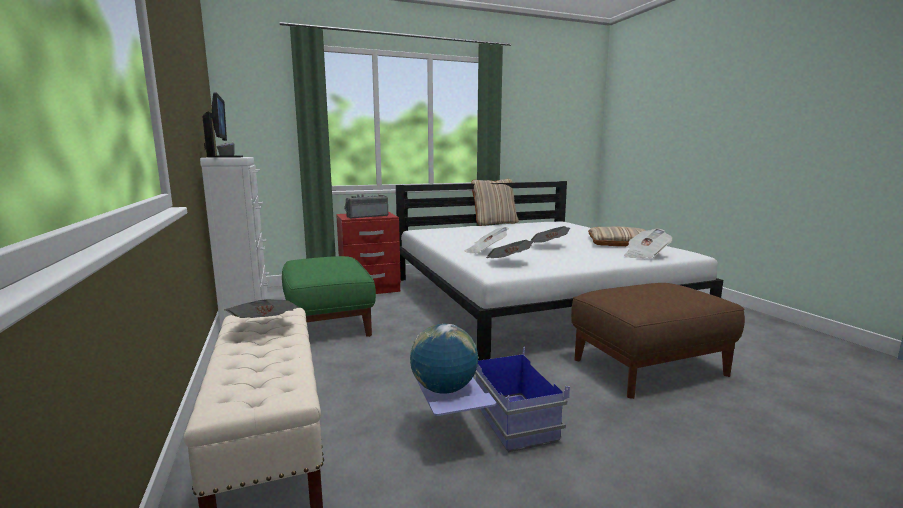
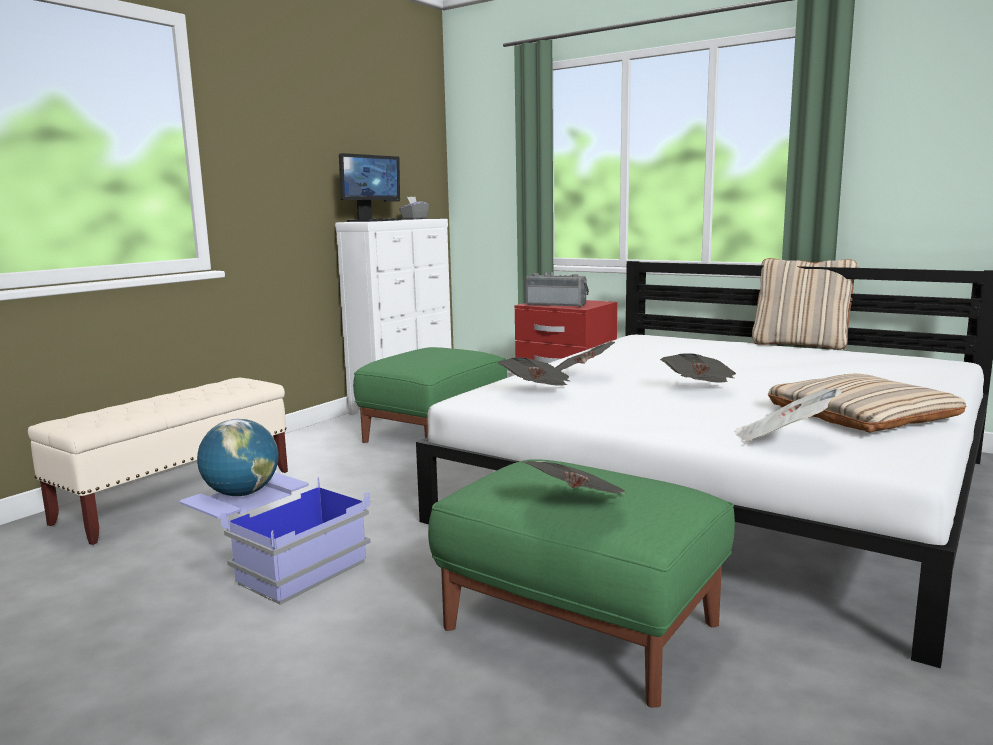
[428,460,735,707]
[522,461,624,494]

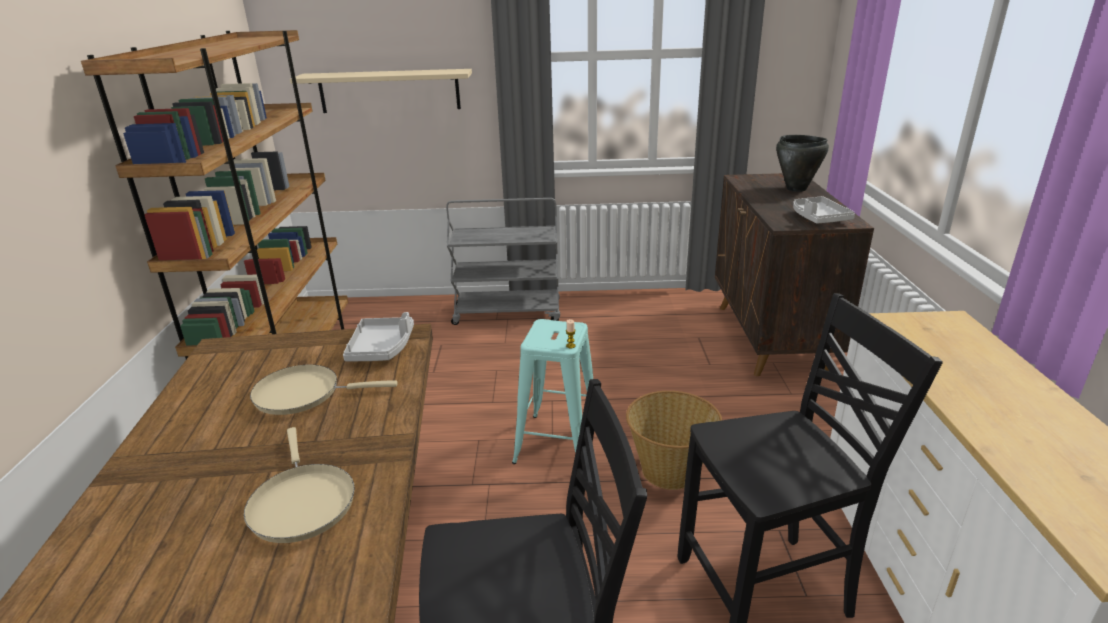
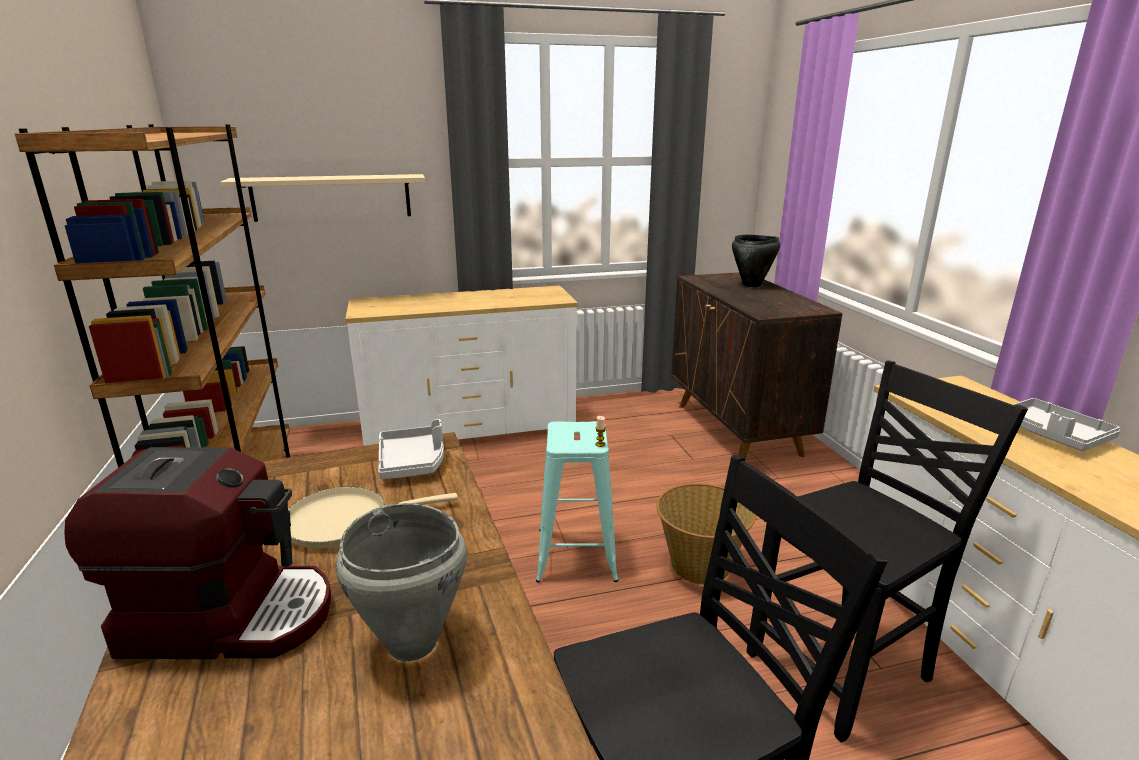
[64,447,331,659]
[336,503,467,661]
[345,286,578,446]
[1012,398,1121,451]

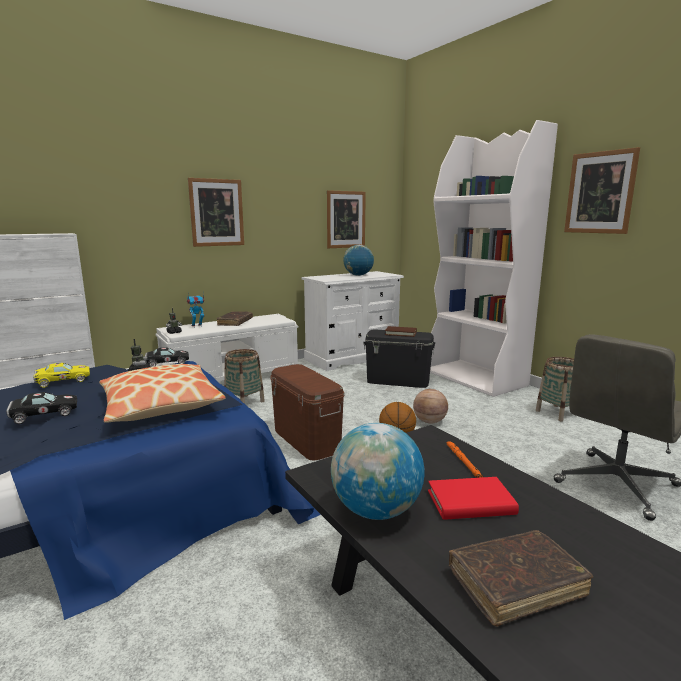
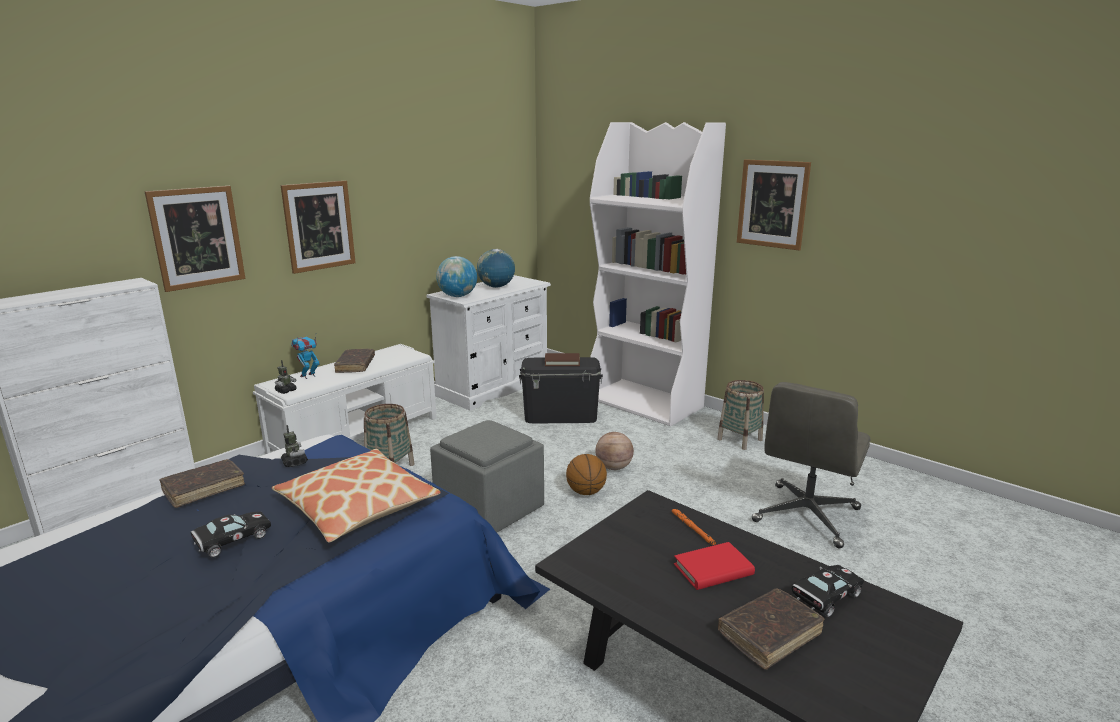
[145,186,245,292]
[159,459,245,508]
[430,420,544,532]
[436,256,477,297]
[791,565,864,617]

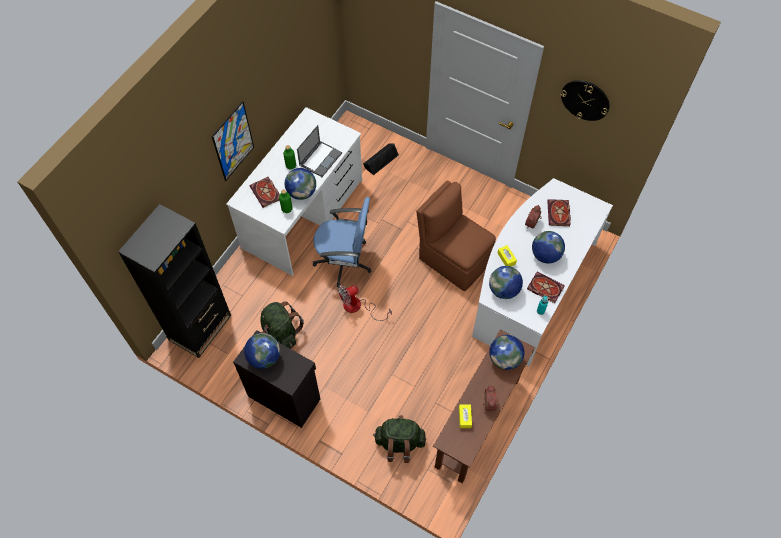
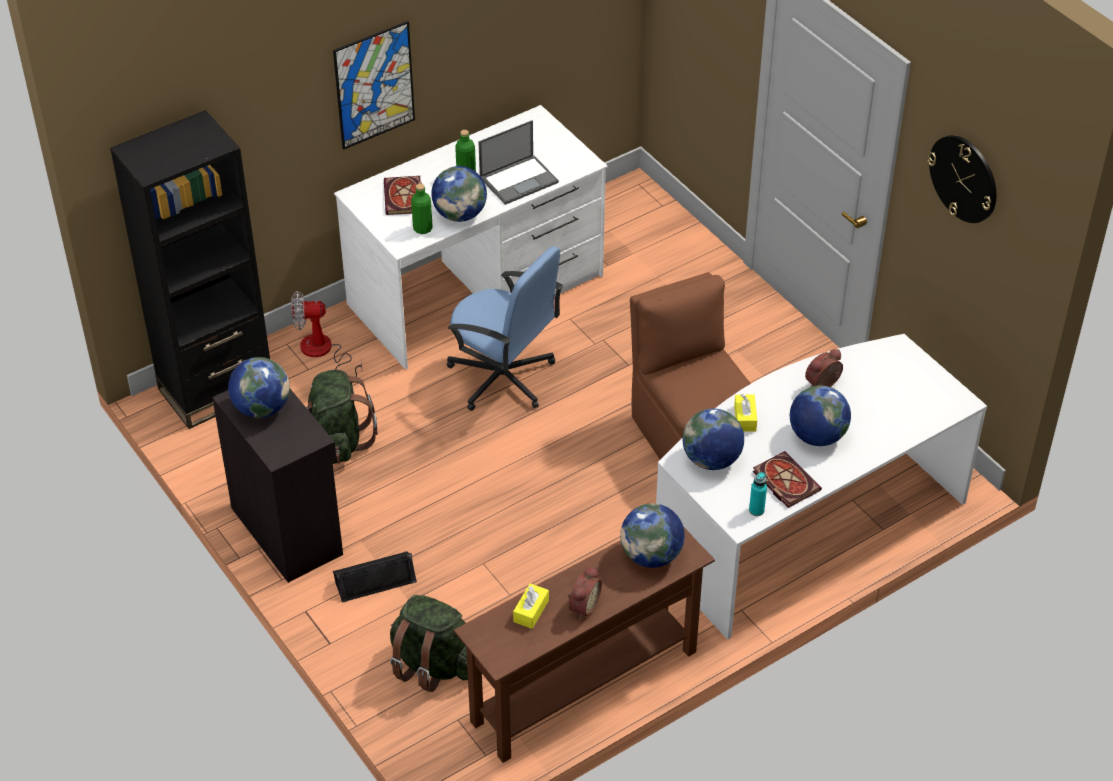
[291,291,362,383]
[333,551,417,603]
[547,199,571,226] (first image)

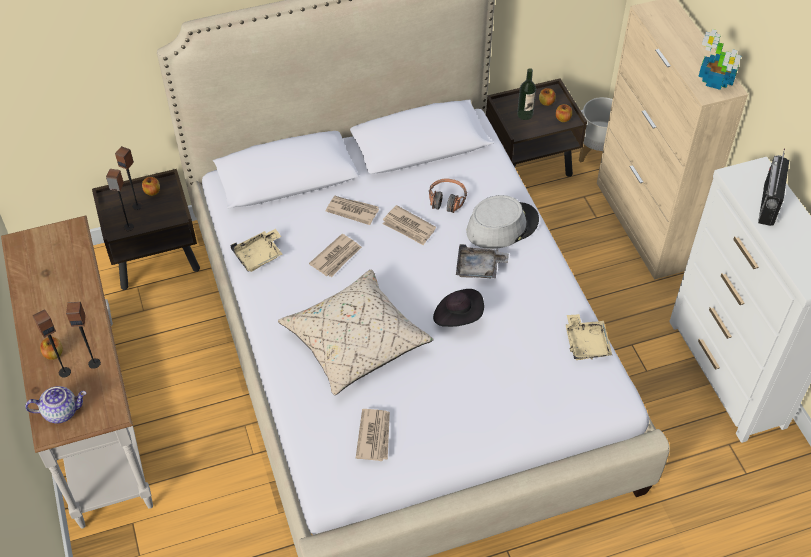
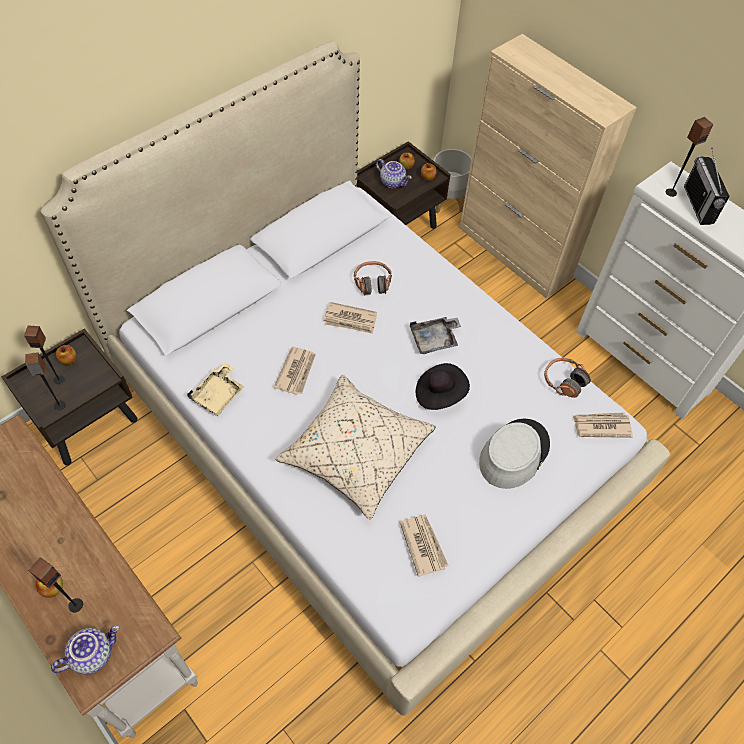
[376,159,412,188]
[479,419,550,489]
[544,358,591,398]
[573,412,633,438]
[666,117,713,197]
[698,29,741,90] (first image)

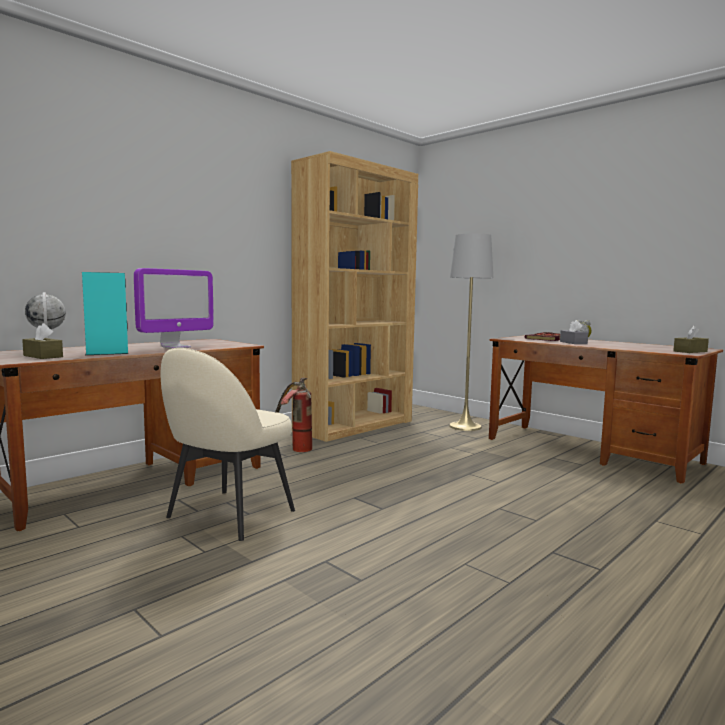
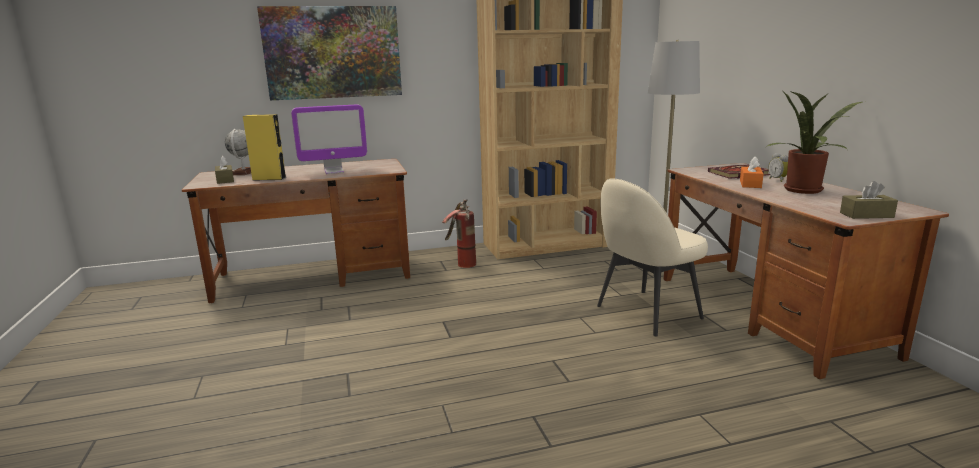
[243,114,287,181]
[257,6,402,100]
[597,179,708,337]
[740,156,763,188]
[766,90,862,194]

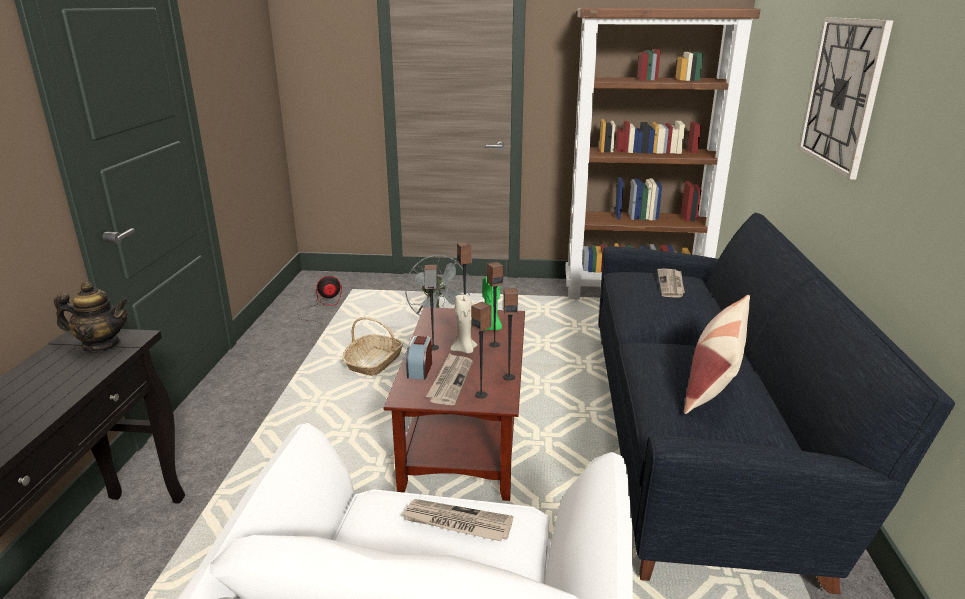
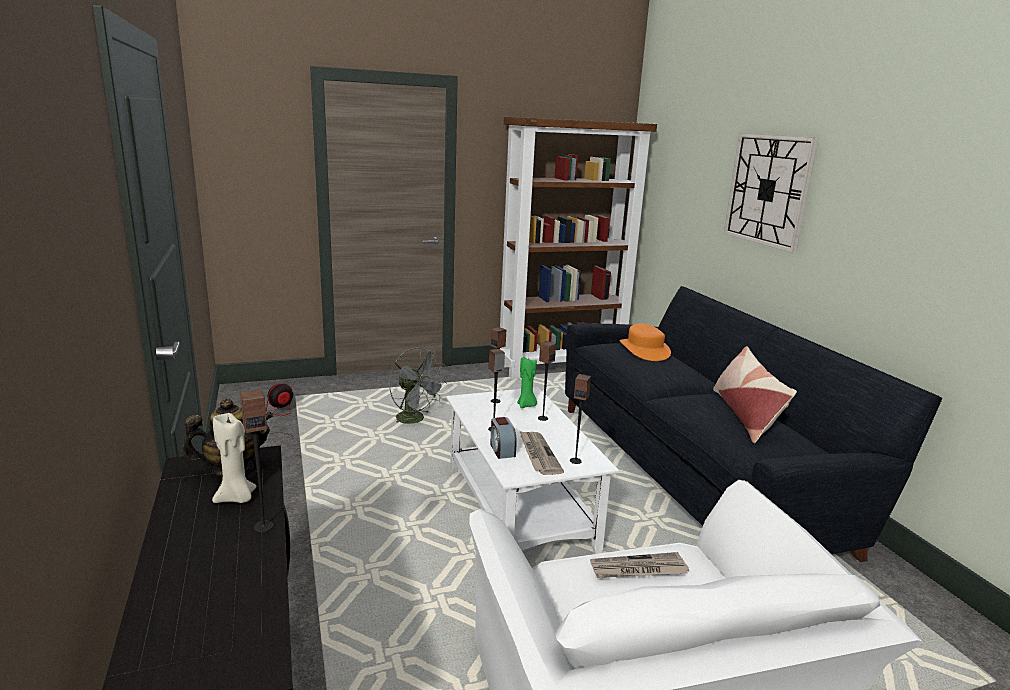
[212,413,257,503]
[240,390,274,532]
[446,387,619,554]
[619,323,671,361]
[342,317,403,376] (first image)

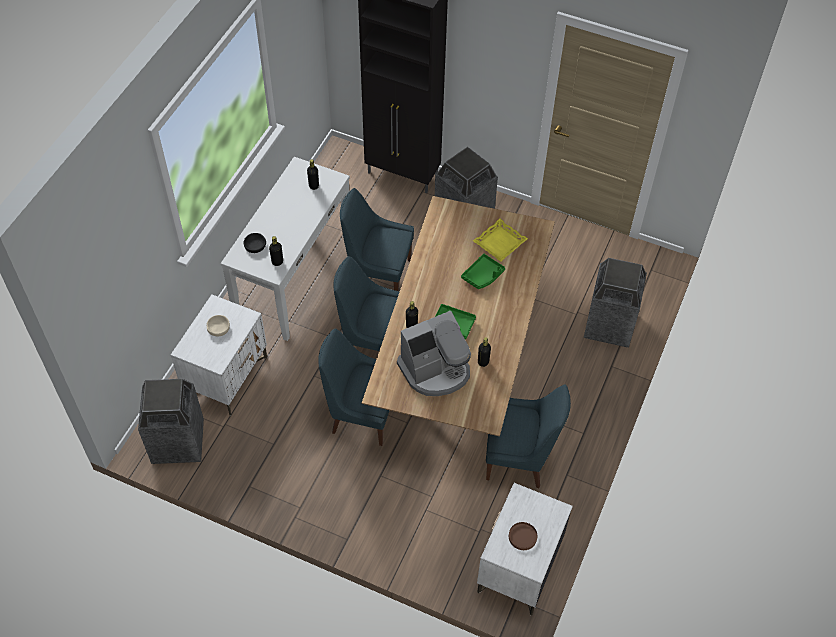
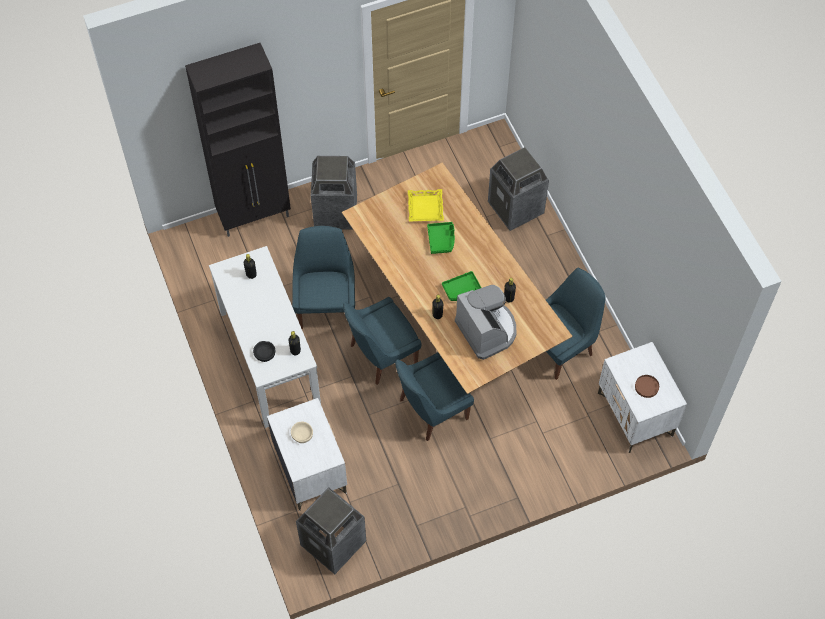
[292,226,355,329]
[455,285,516,360]

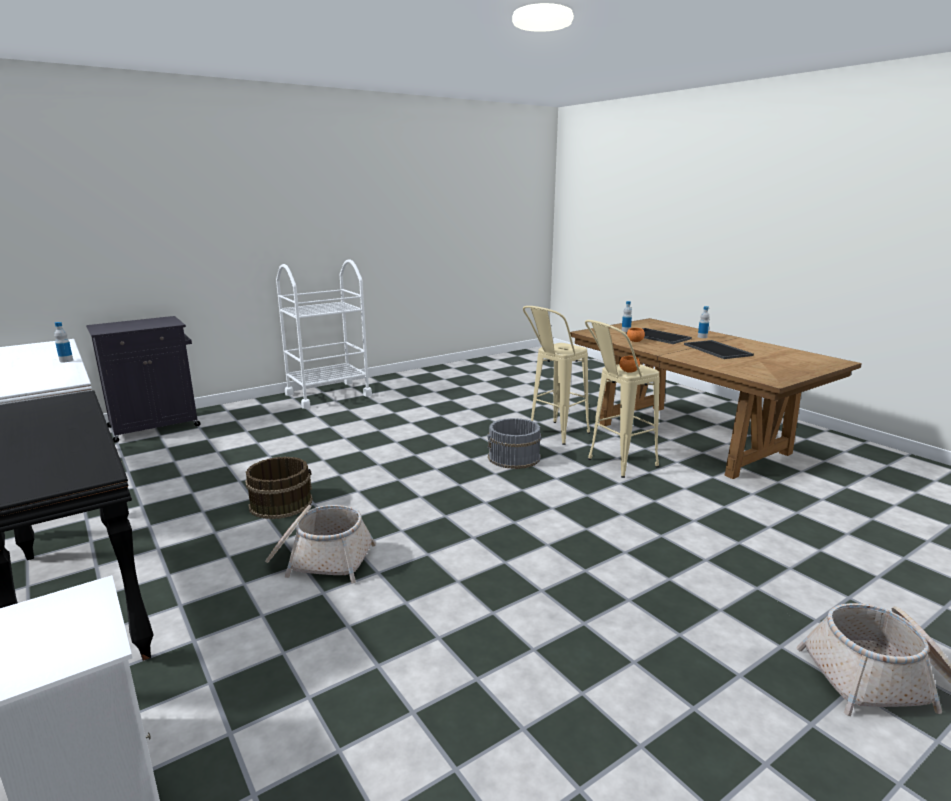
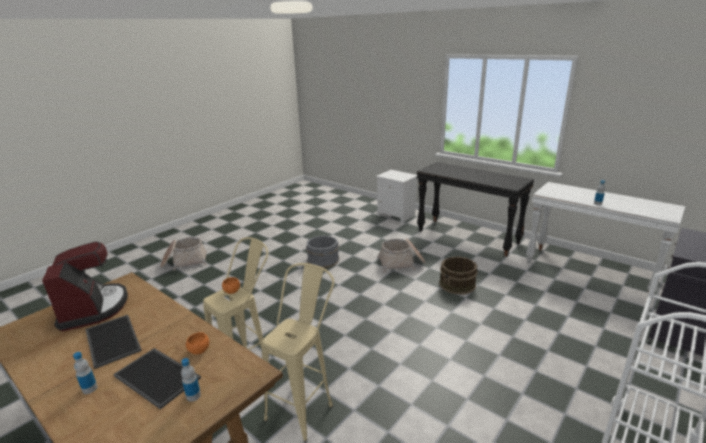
[42,241,128,331]
[306,236,339,268]

